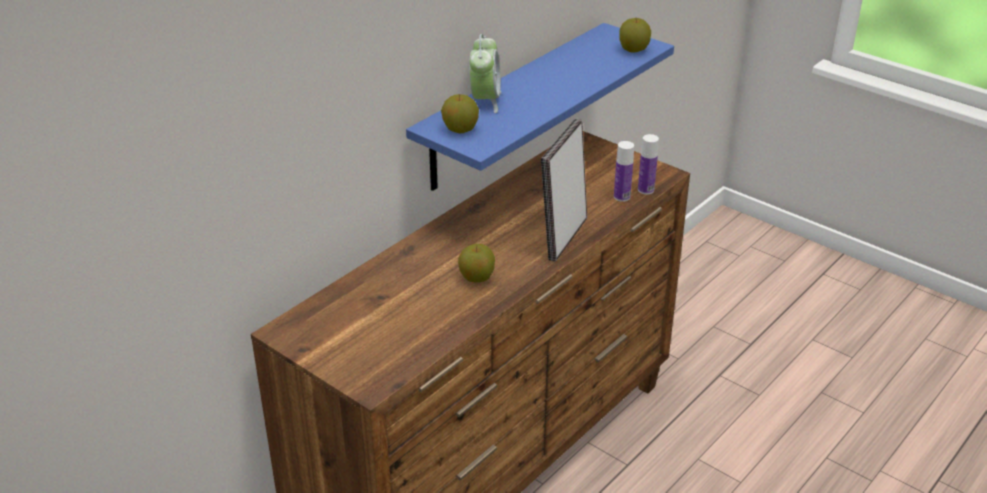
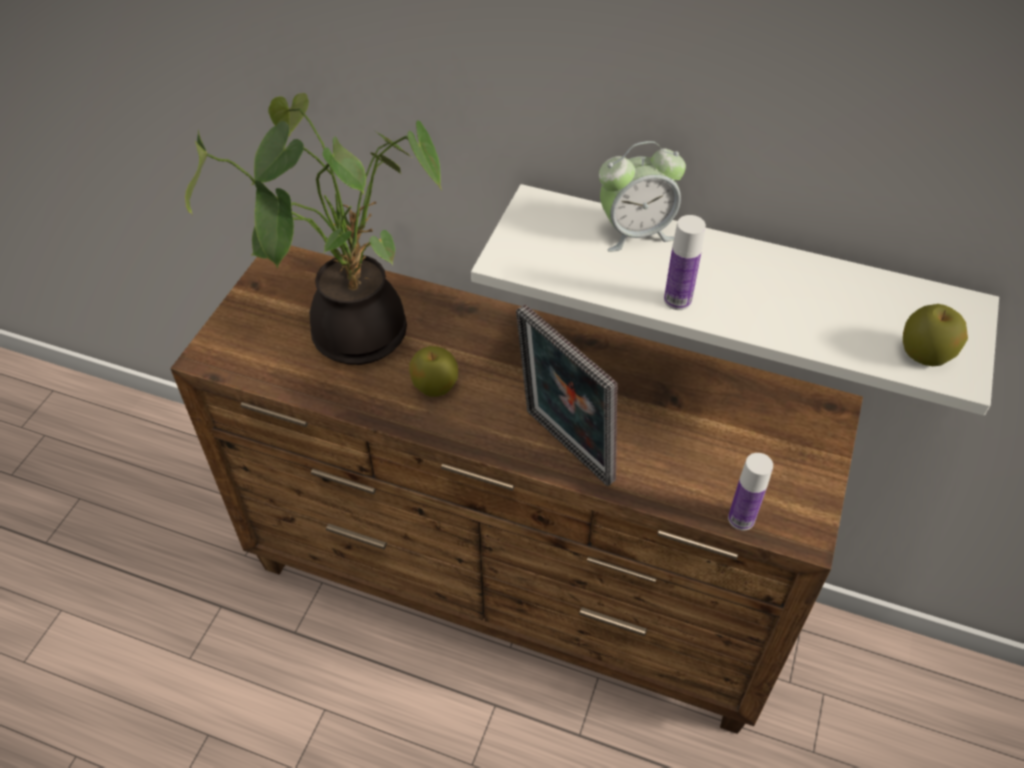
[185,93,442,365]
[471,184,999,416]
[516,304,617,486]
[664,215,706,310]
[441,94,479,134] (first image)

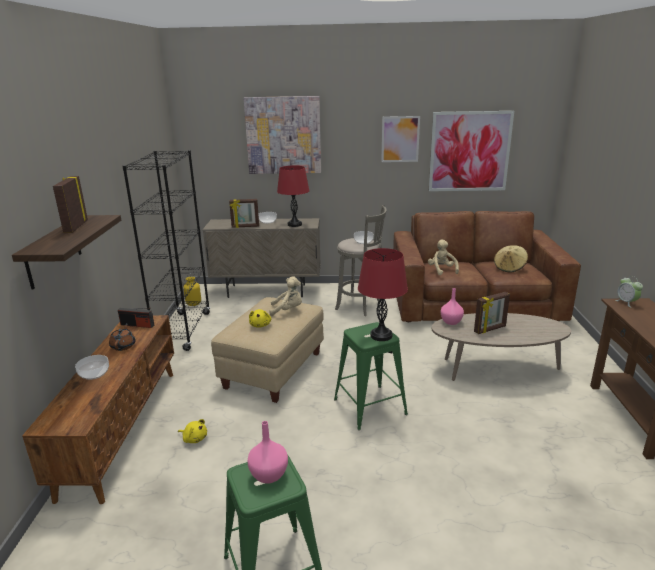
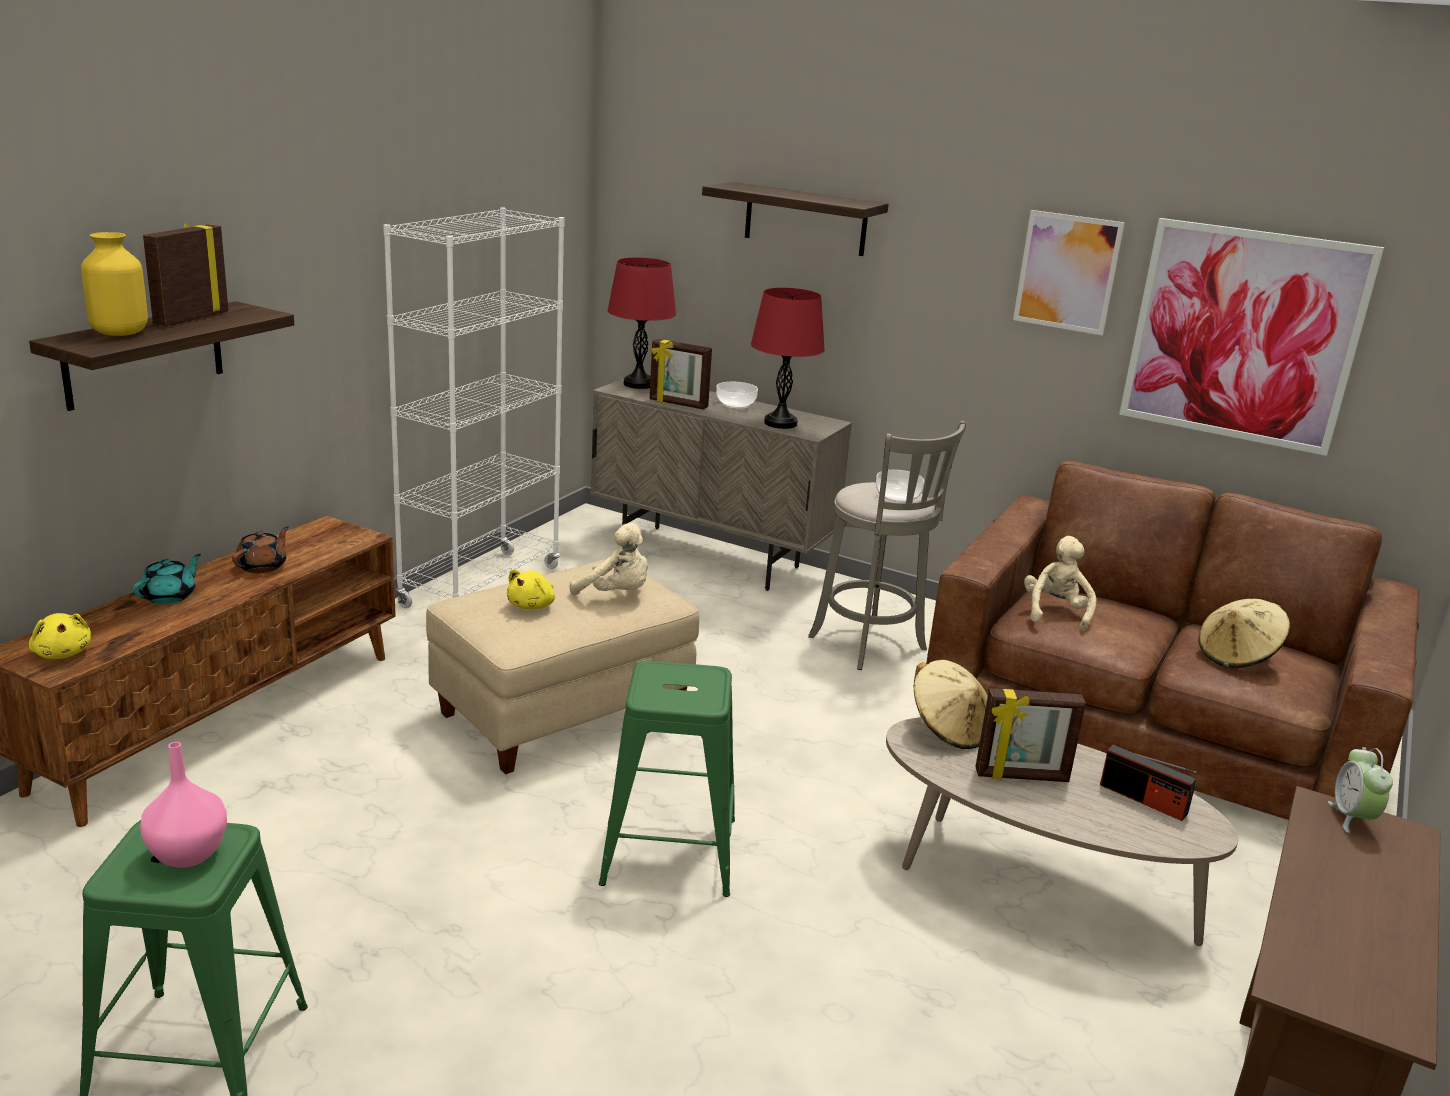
[29,613,91,659]
[81,232,148,336]
[133,554,201,604]
[383,207,565,608]
[607,257,676,389]
[702,182,889,256]
[914,660,988,749]
[1100,745,1197,821]

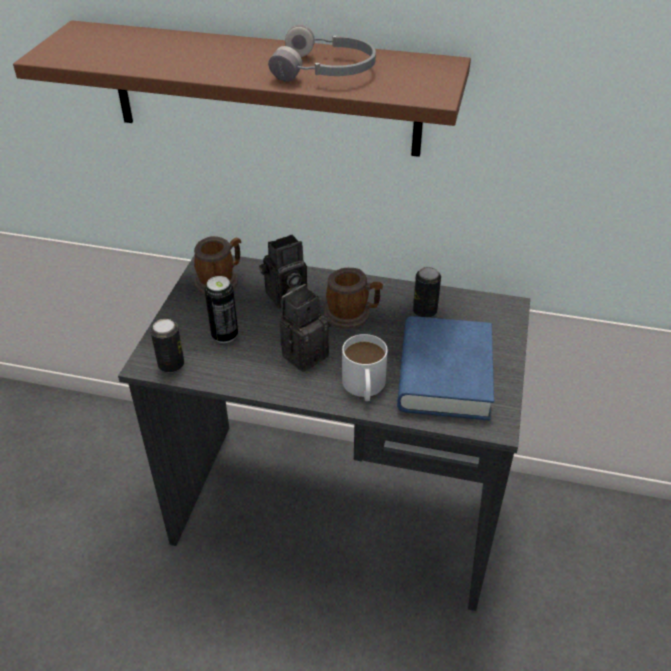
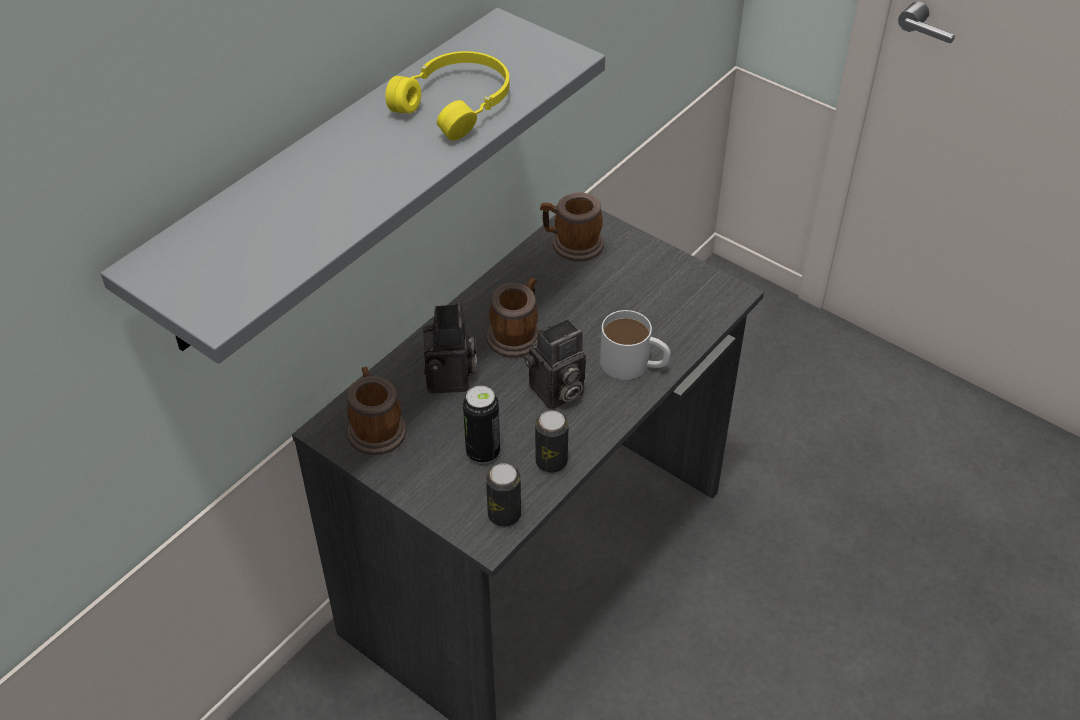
[101,8,605,364]
[385,51,510,141]
[524,318,586,410]
[535,411,569,473]
[540,193,604,262]
[397,316,494,420] (first image)

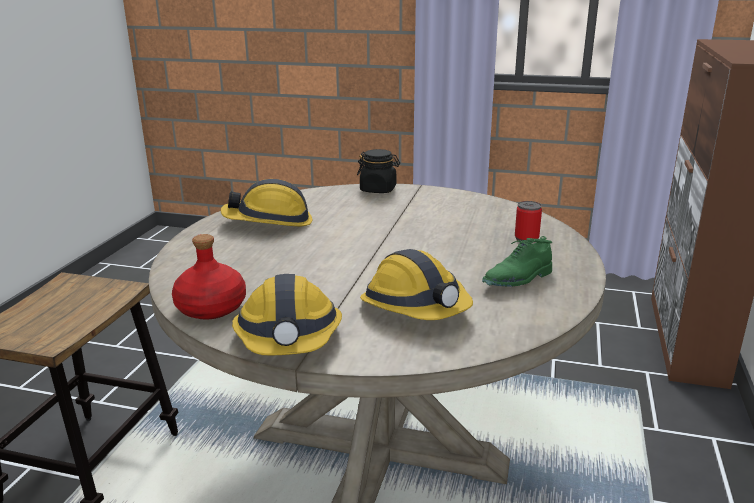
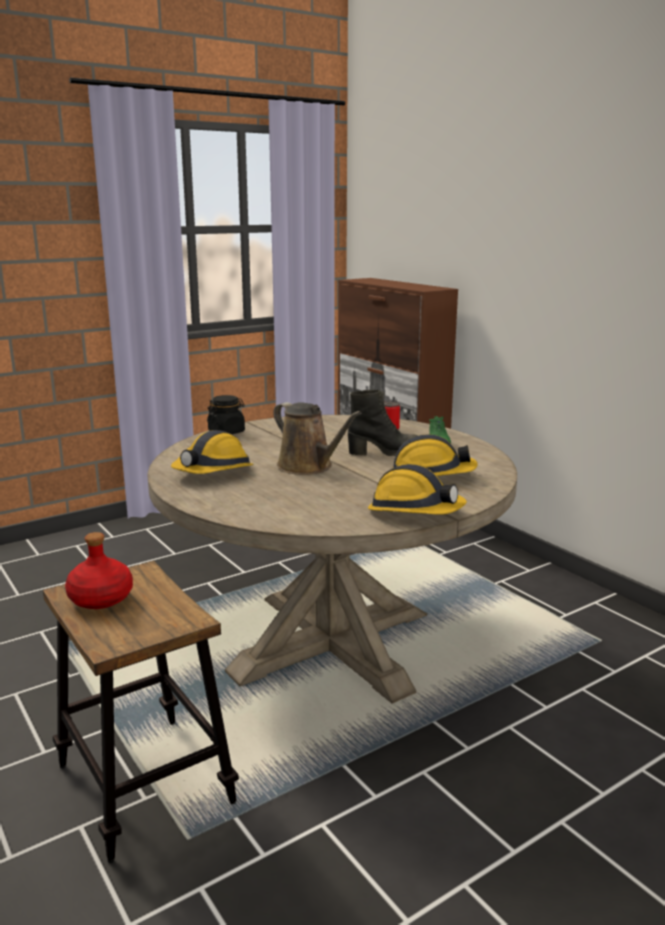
[65,532,133,609]
[273,402,361,475]
[348,390,418,456]

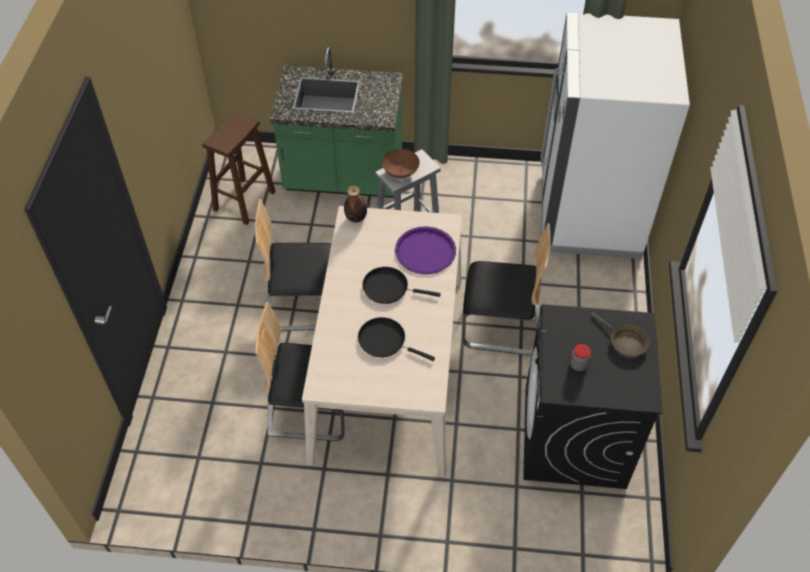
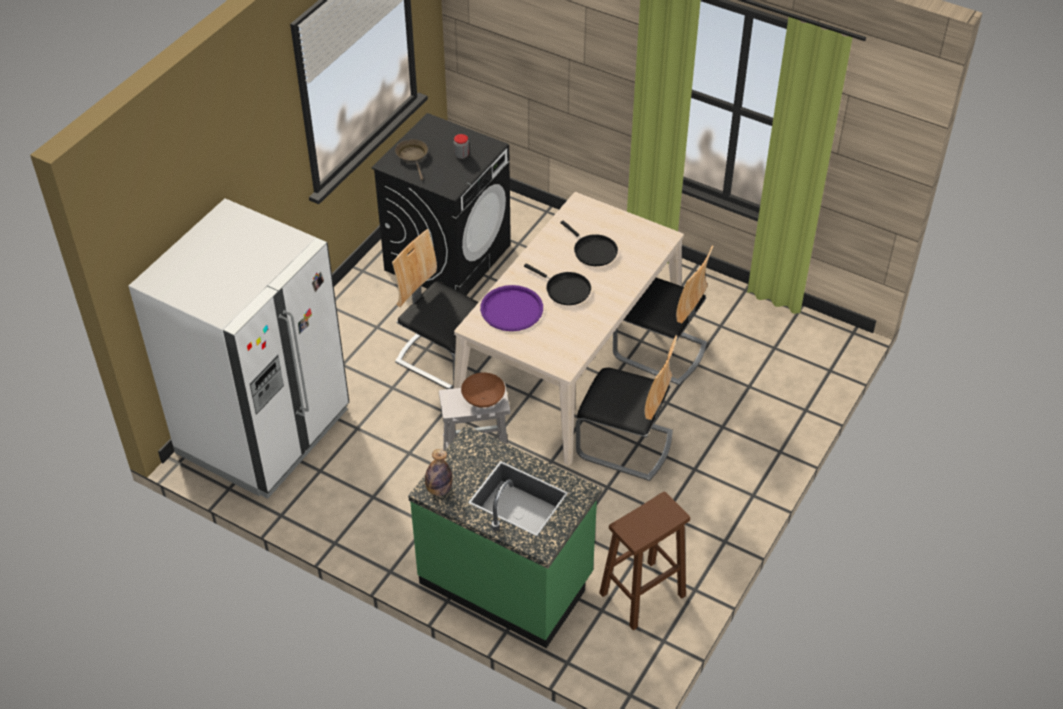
[425,449,452,496]

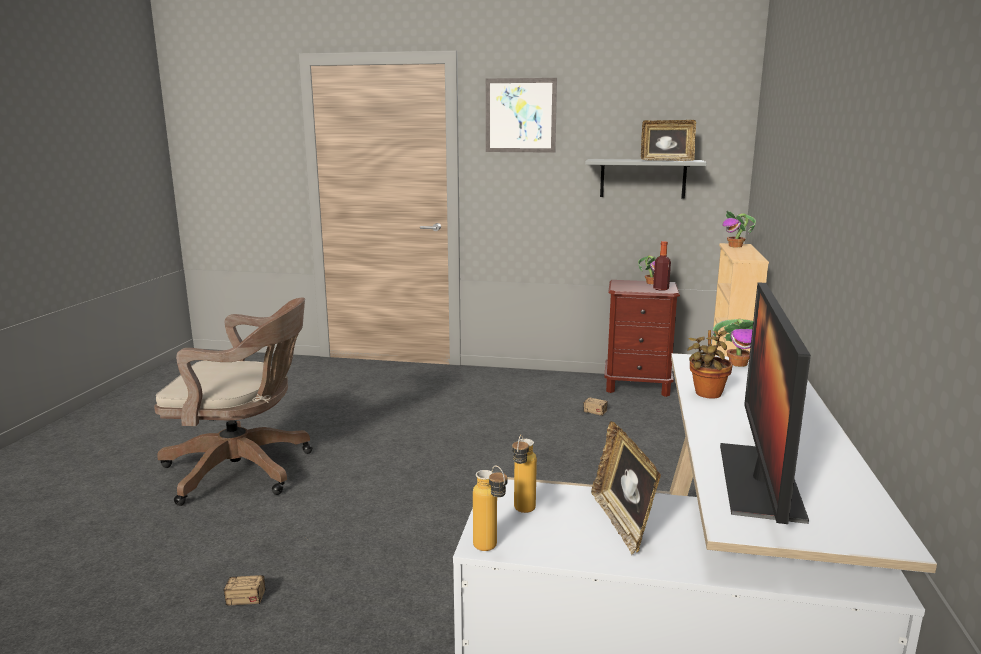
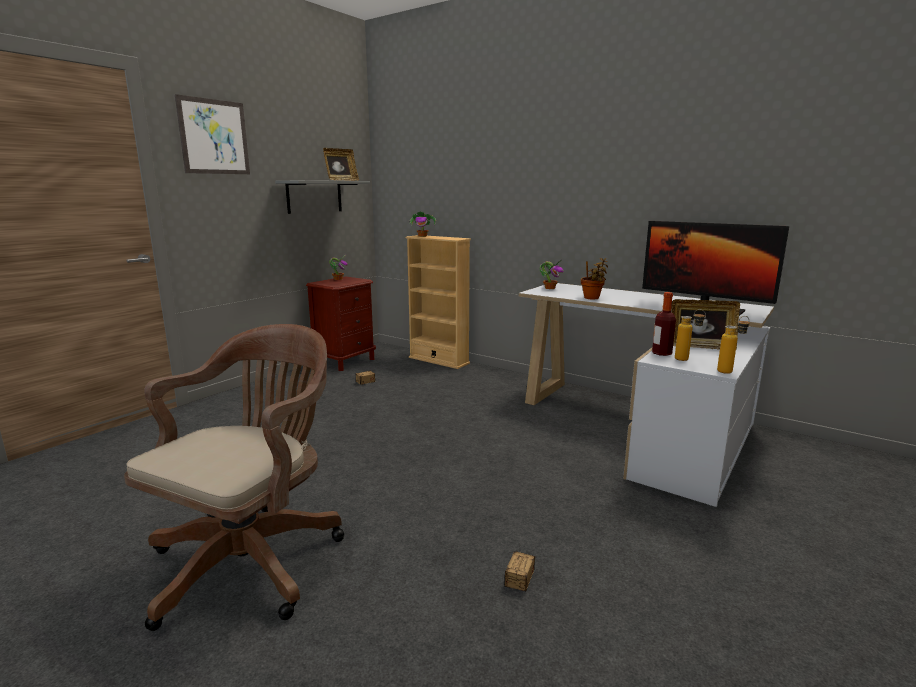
[652,292,676,356]

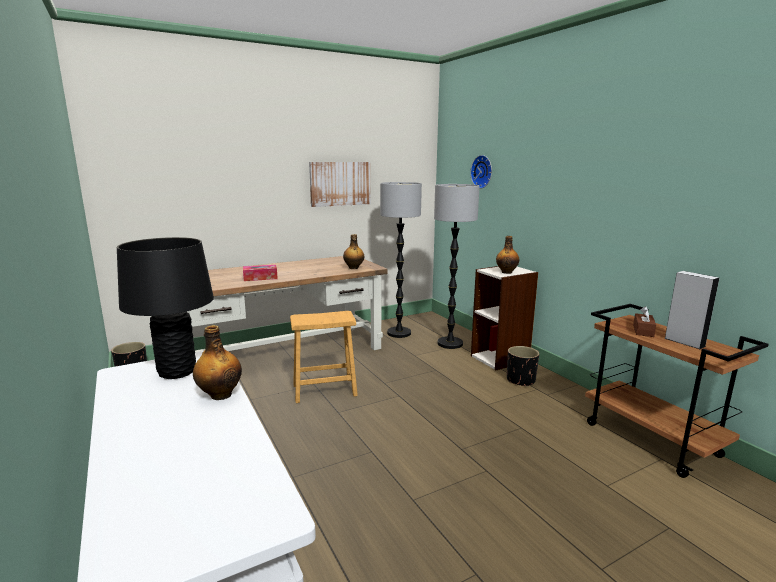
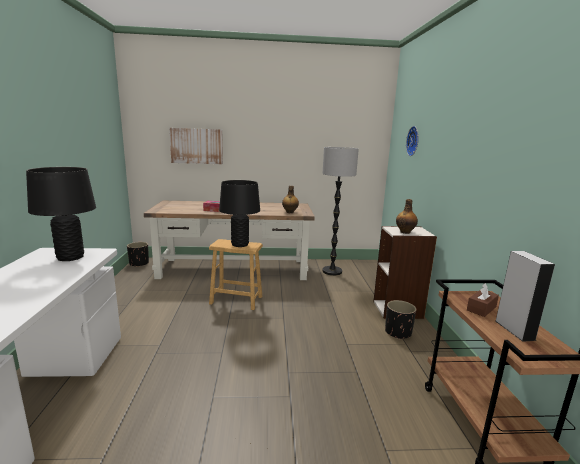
[169,128,223,164]
[219,180,260,247]
[193,325,242,400] (first image)
[434,184,480,349] (first image)

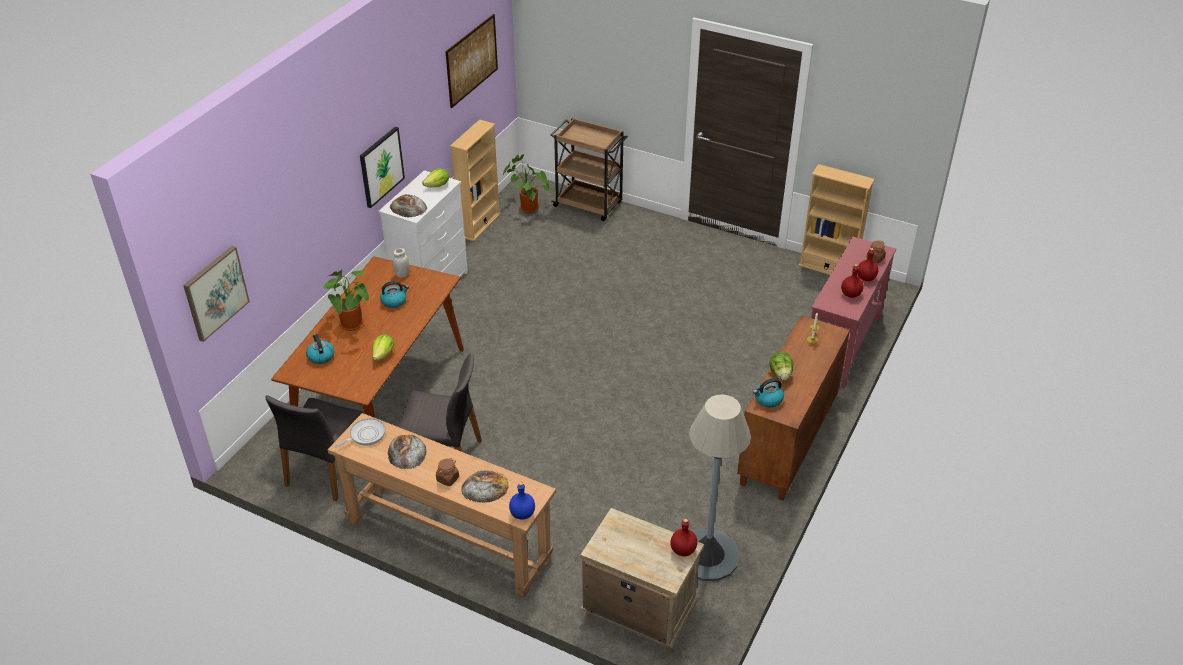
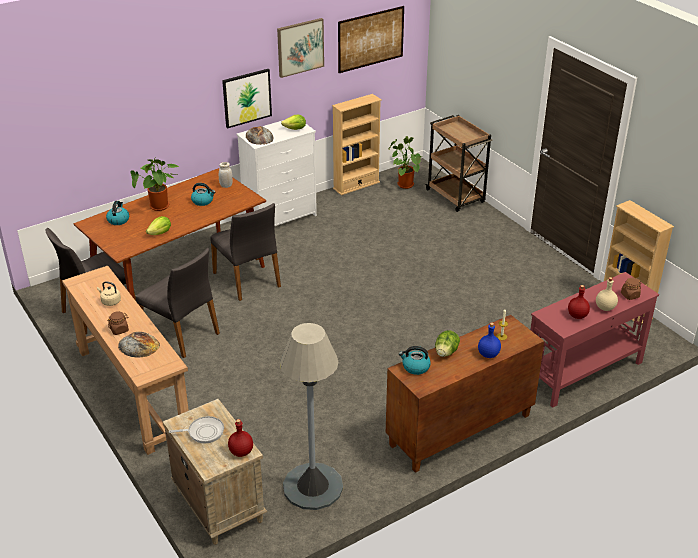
[97,281,121,306]
[169,416,224,443]
[210,203,281,301]
[277,18,324,78]
[478,322,501,358]
[596,277,618,311]

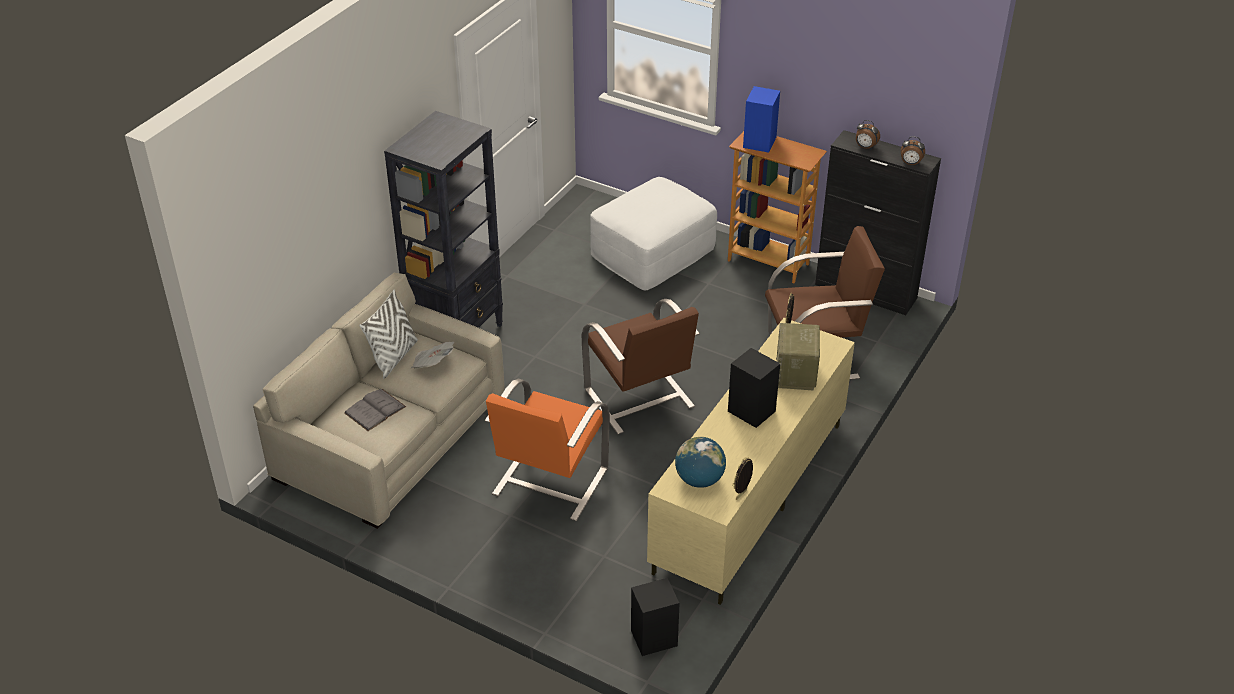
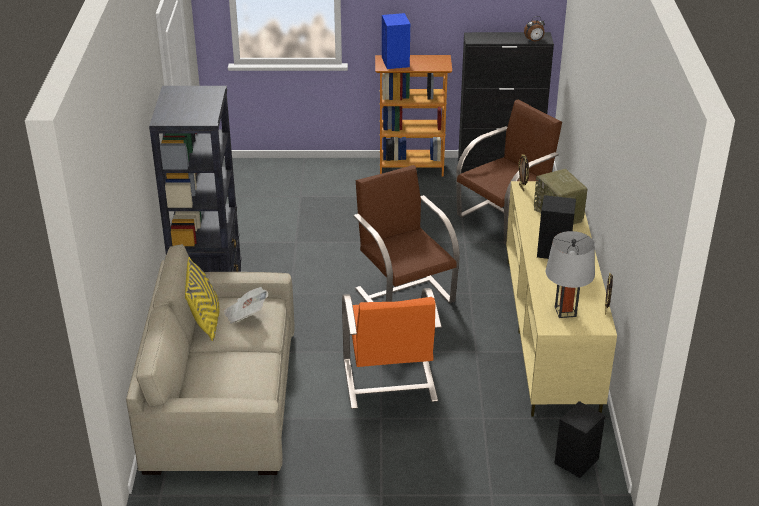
[185,257,220,341]
[353,165,460,303]
[545,231,595,318]
[344,389,406,431] (first image)
[590,177,717,290] (first image)
[856,120,880,150] (first image)

